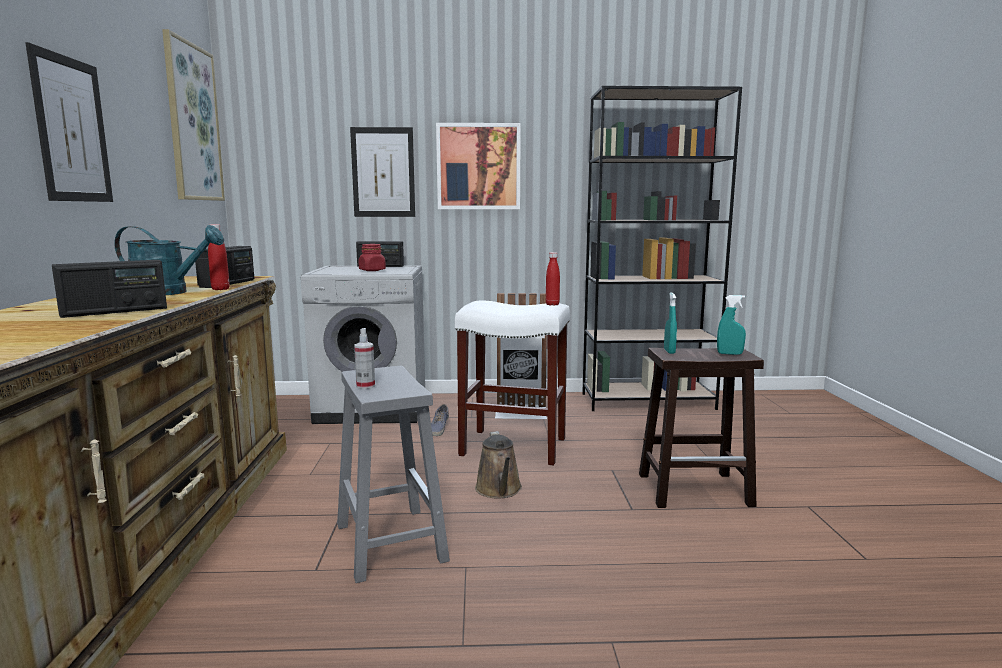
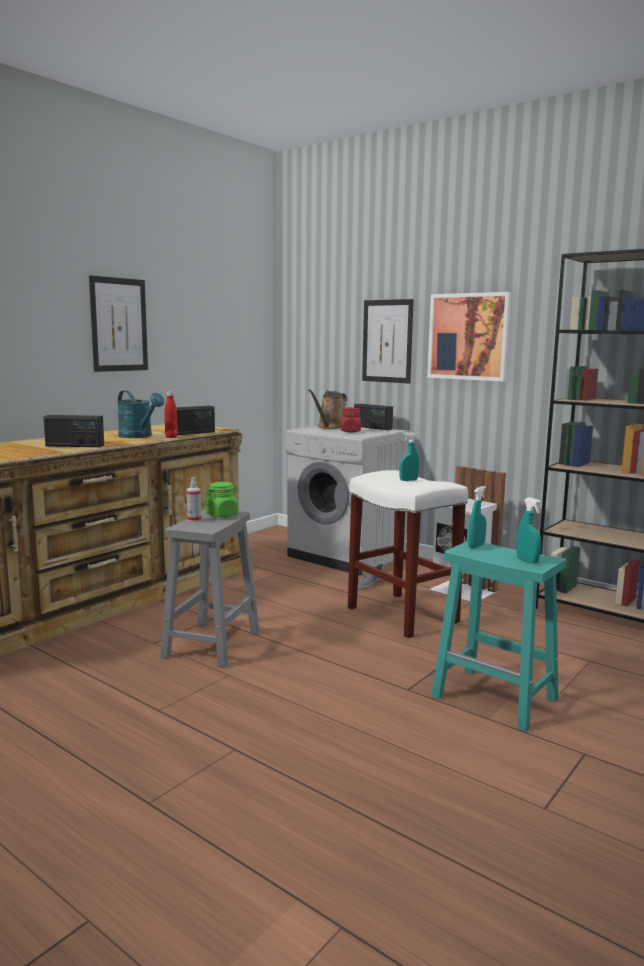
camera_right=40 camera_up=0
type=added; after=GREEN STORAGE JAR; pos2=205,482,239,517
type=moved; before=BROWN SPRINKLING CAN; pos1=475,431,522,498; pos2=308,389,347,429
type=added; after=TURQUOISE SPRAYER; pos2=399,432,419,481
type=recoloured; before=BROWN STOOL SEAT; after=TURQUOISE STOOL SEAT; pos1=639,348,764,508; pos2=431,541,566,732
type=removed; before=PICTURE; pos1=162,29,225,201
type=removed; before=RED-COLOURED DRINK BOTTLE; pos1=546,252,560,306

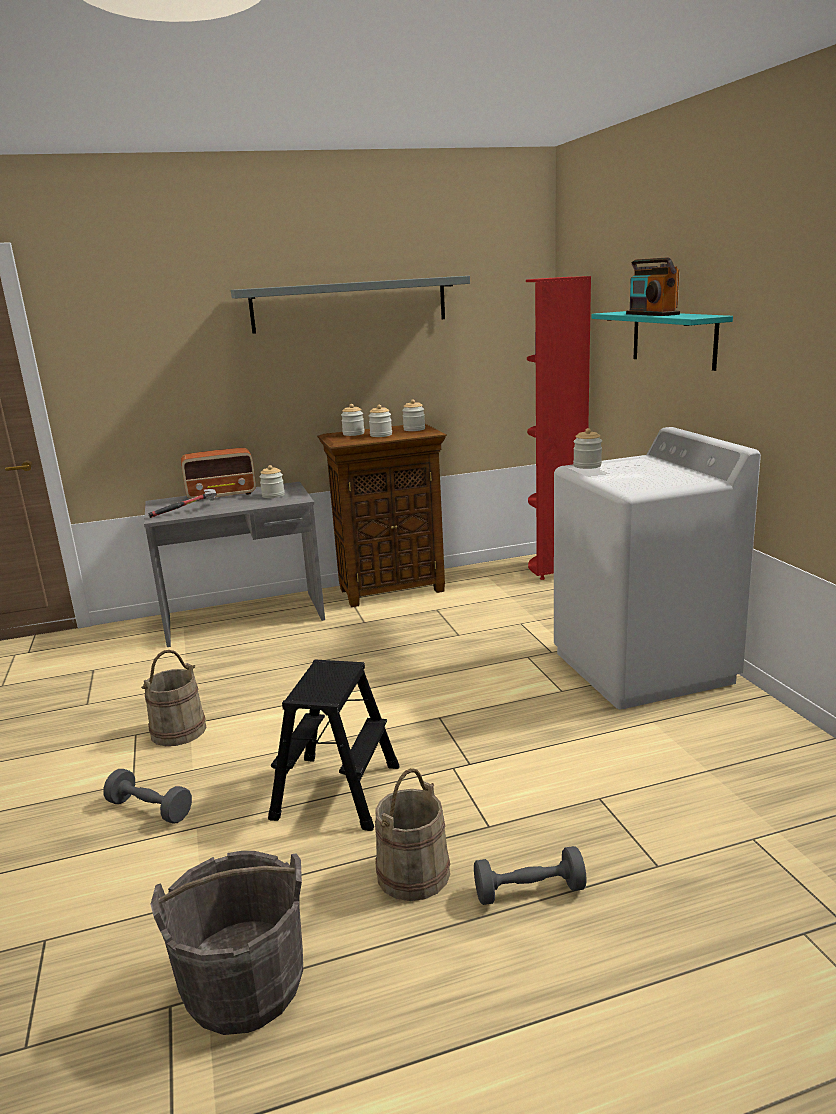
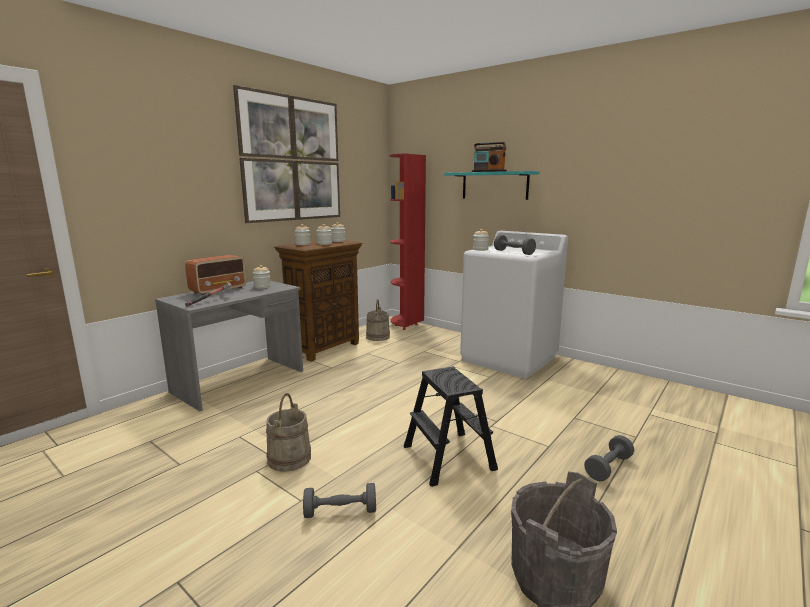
camera_right=-35 camera_up=-5
type=replaced; before=GREY WALL SHELF; after=PICTURE; pos1=231,276,470,334; pos2=233,85,340,223
type=moved; before=BEIGE-COLOURED BUCKET; pos1=375,768,450,901; pos2=366,299,390,341
type=added; after=GREY HAND WEIGHT; pos2=494,235,536,255

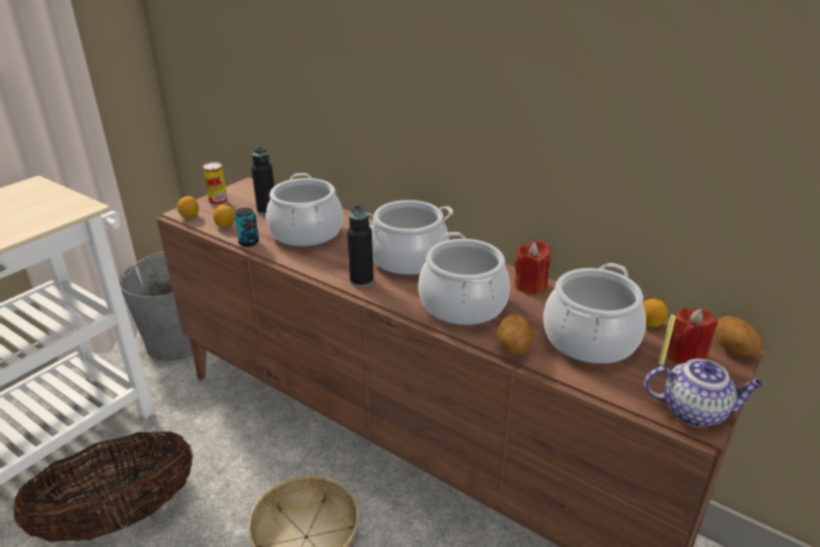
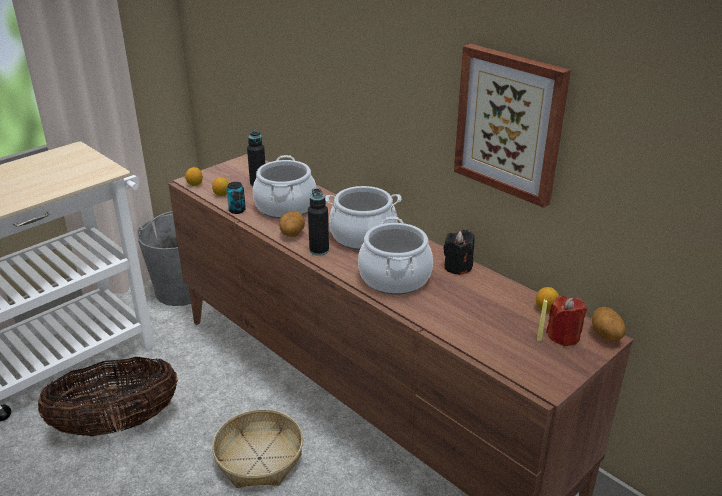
camera_right=10 camera_up=0
type=moved; before=POTATO; pos1=497,314,533,355; pos2=280,211,305,237
type=recoloured; before=RED-COLOURED WAX LIGHT; after=BLACK WAX LIGHT; pos1=515,240,551,295; pos2=444,230,474,275
type=added; after=PICTURE; pos2=454,44,571,208
type=removed; before=SEALED CAN; pos1=203,162,228,206
type=removed; before=SAUCEPOT; pos1=543,263,646,365
type=removed; before=TEA POT; pos1=644,359,764,427

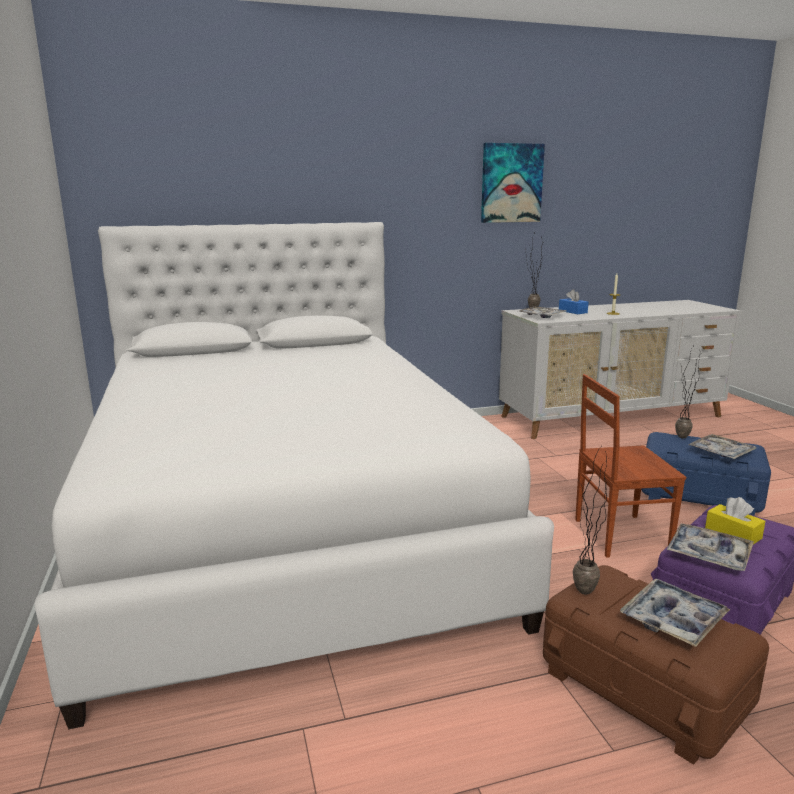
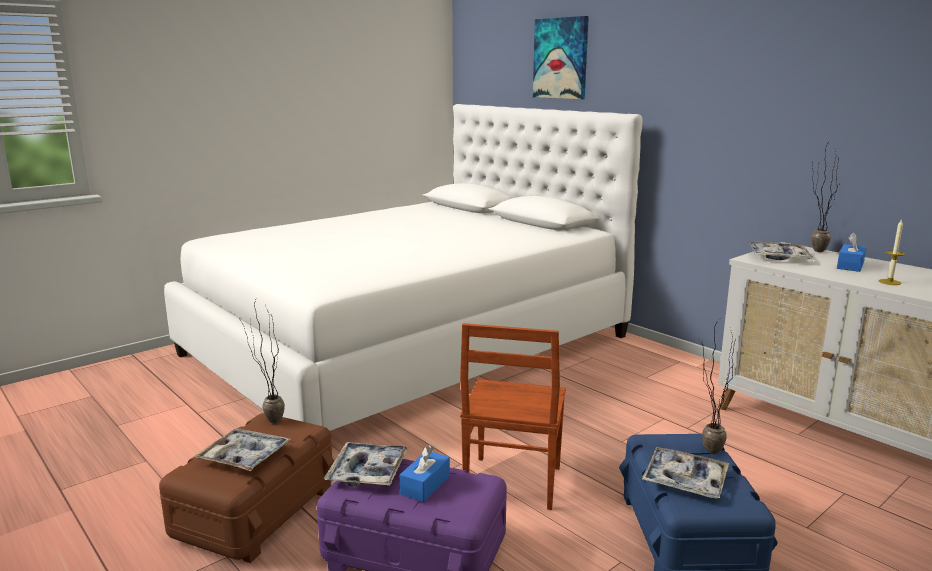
camera_right=65 camera_up=0
type=recoloured; before=YELLOW-COLOURED BOX OF TISSUES; after=BLUE BOX OF TISSUES; pos1=705,497,765,544; pos2=400,445,450,502
type=turned; before=BROWN PLAIN CHAIR; pos1=575,374,686,558; pos2=460,323,566,510; turn=-135
type=moved; before=PICTURE; pos1=481,143,545,223; pos2=533,16,589,99

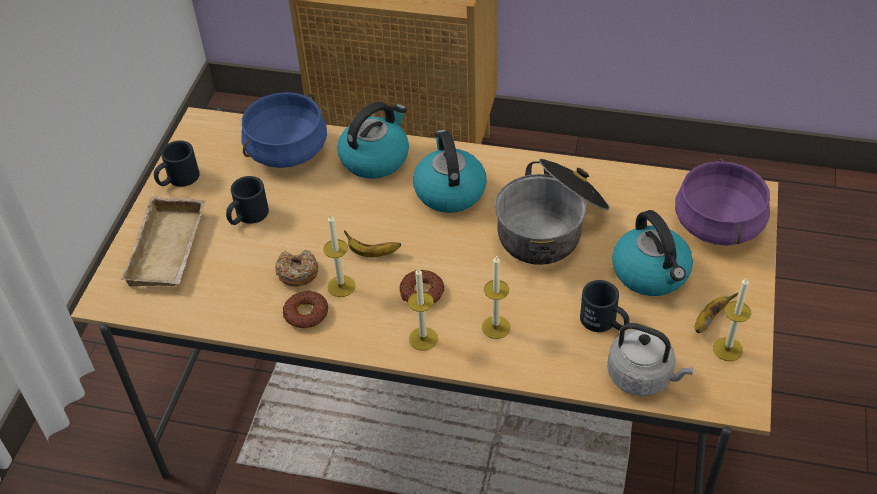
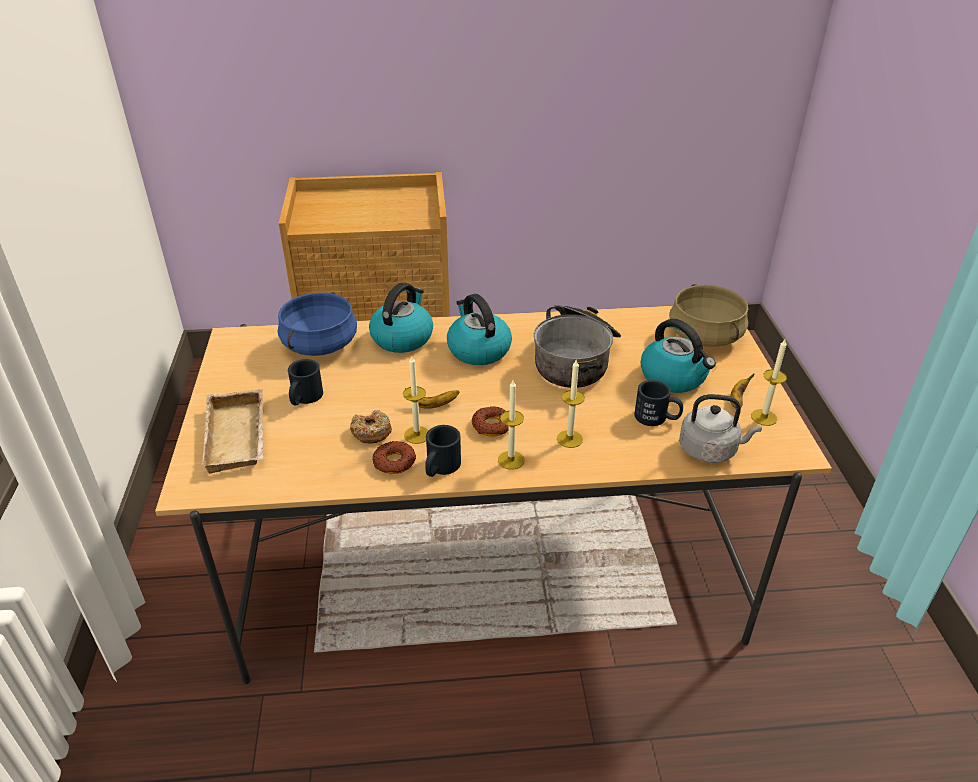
camera_right=-20 camera_up=-10
type=moved; before=BLACK MUG; pos1=154,140,200,187; pos2=425,425,461,477
type=recoloured; before=PURPLISH SAUCEPOT; after=BEIGE-COLOURED SAUCEPOT; pos1=675,158,770,245; pos2=669,284,748,347

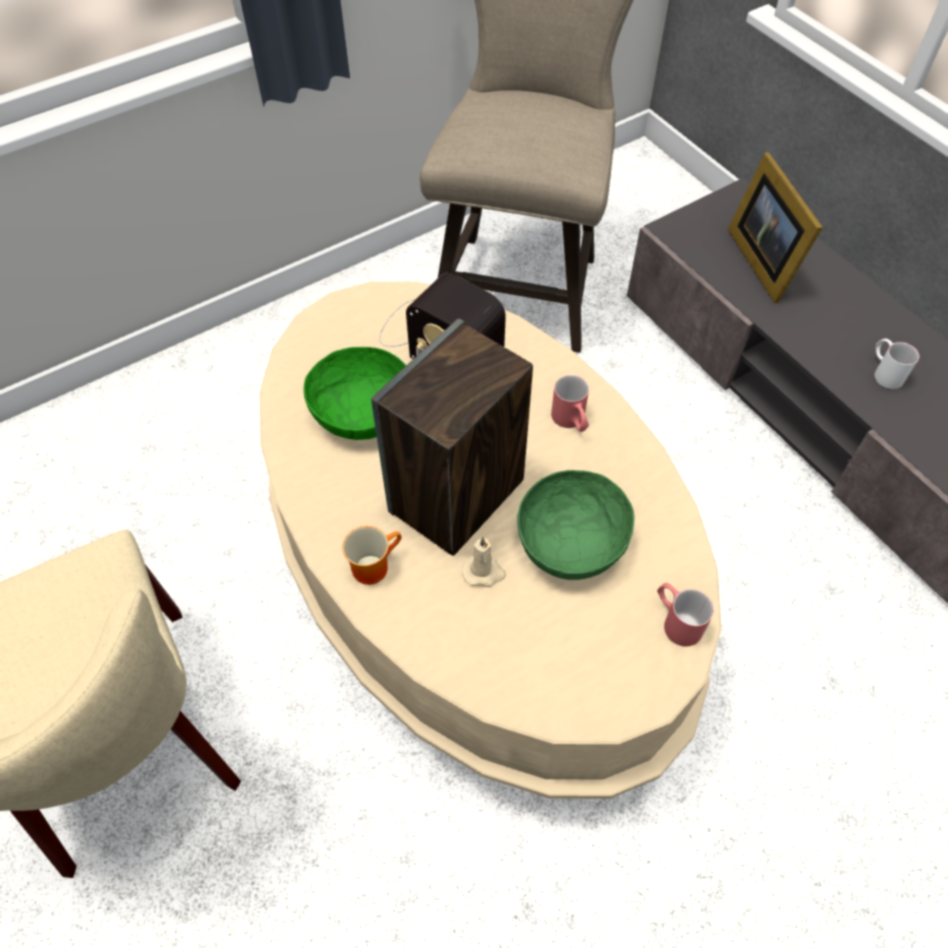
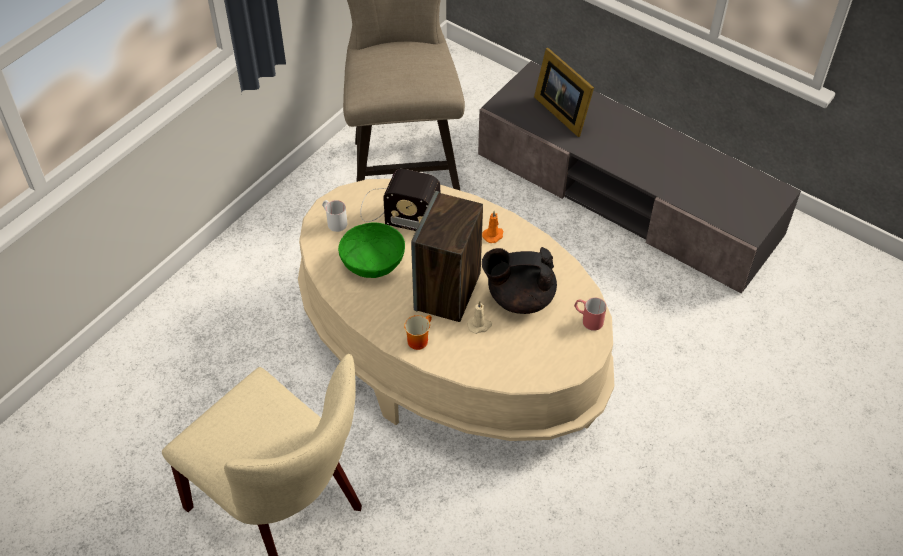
camera_right=-20 camera_up=-5
type=moved; before=WHITE-COLOURED MUG; pos1=874,339,919,389; pos2=322,200,347,232
type=replaced; before=RED-COLOURED MUG; after=ORANGE-COLOURED WAX LIGHT; pos1=551,375,589,432; pos2=482,211,503,243
type=replaced; before=GREEN SERVING BOWL; after=BLACK TEA POT; pos1=517,470,635,580; pos2=482,247,557,314

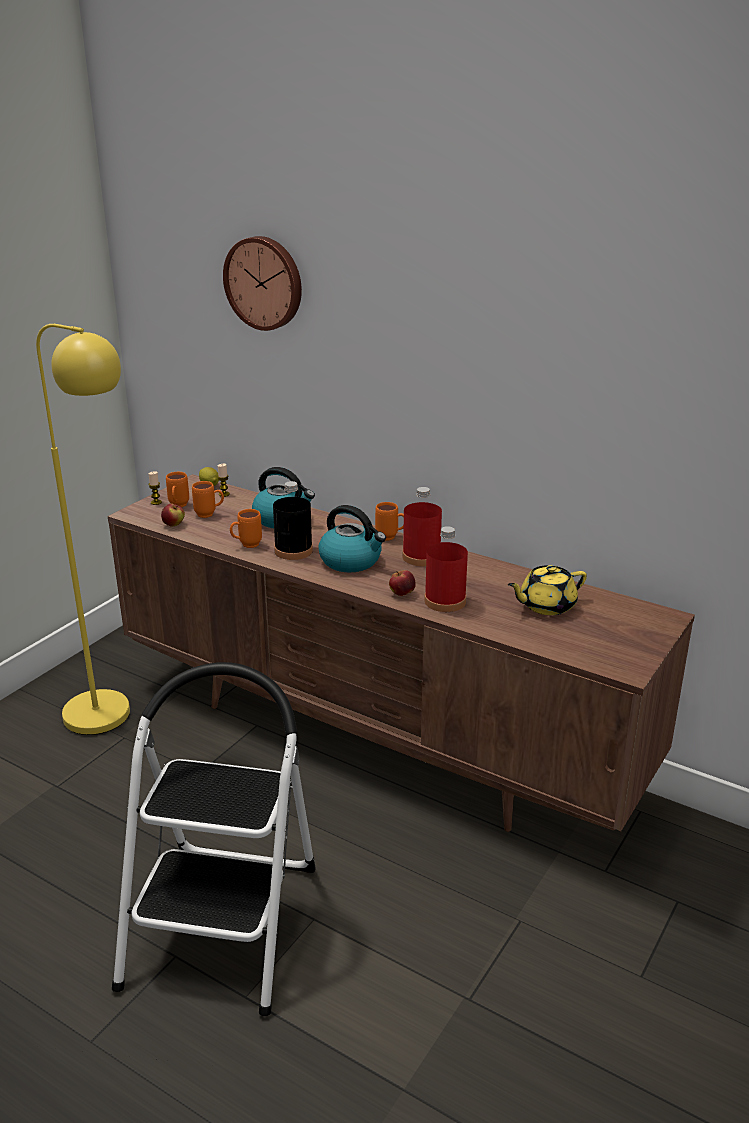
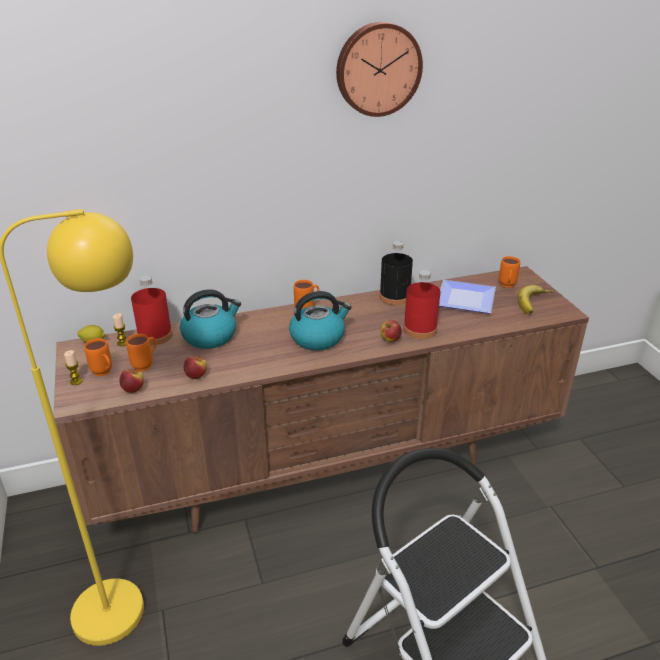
camera_right=-50 camera_up=5
type=moved; before=RED-COLOURED DRINK BOTTLE; pos1=402,487,442,566; pos2=131,276,173,345
type=added; after=APPLE; pos2=184,356,207,379
type=moved; before=HANGING CLOCK; pos1=223,236,302,331; pos2=336,22,423,117
type=moved; before=BLACK DRINK BOTTLE; pos1=273,481,313,560; pos2=380,241,413,305
type=replaced; before=YELLOW-COLOURED TEA POT; after=DINNER PLATE; pos1=508,565,587,615; pos2=439,280,496,314
type=moved; before=ORANGE-COLOURED MUG; pos1=230,509,262,548; pos2=499,256,520,288
type=added; after=BANANA; pos2=518,285,555,314

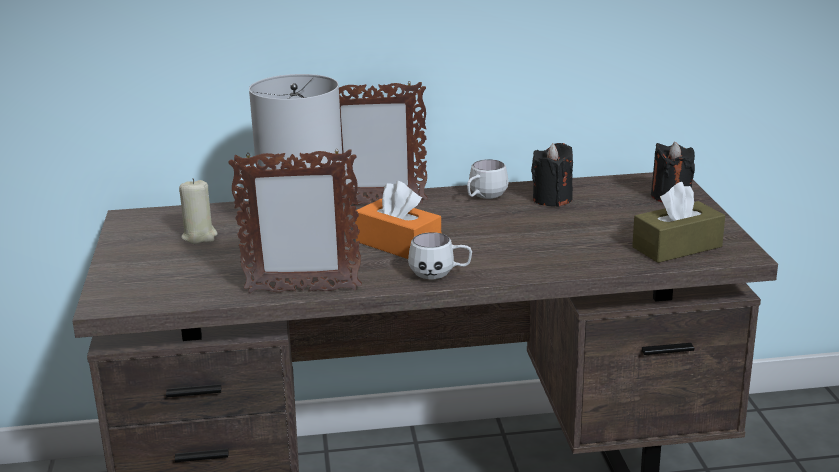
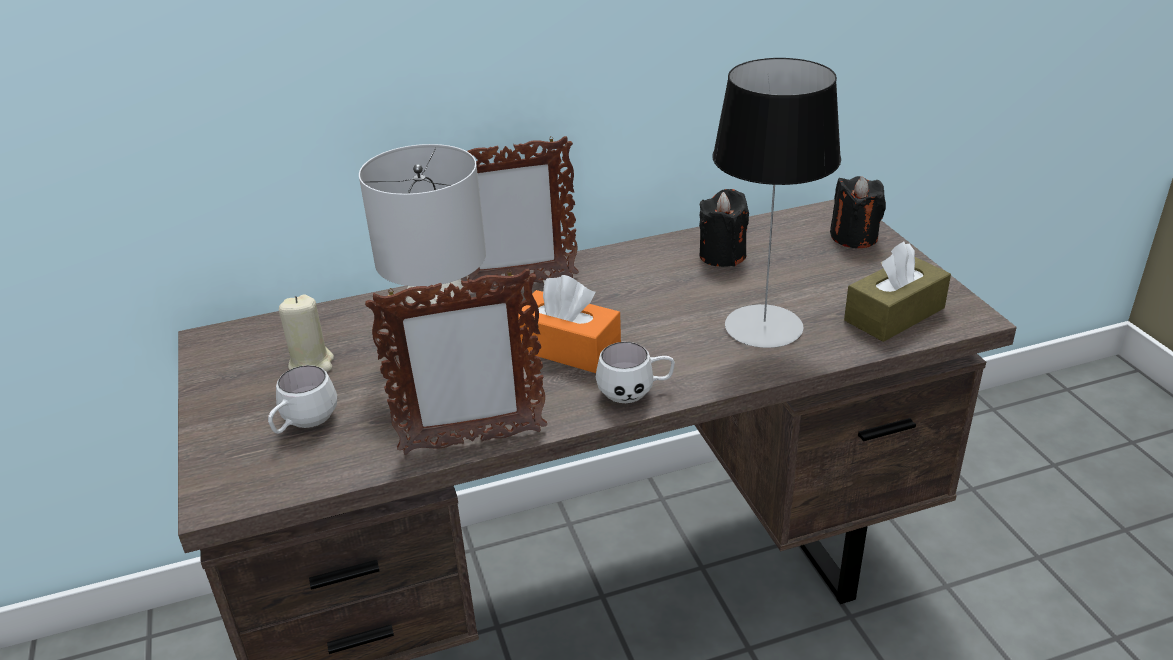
camera_right=-10 camera_up=10
type=moved; before=WHITE-COLOURED MUG; pos1=467,159,509,199; pos2=268,365,337,434
type=added; after=TABLETOP LAMP; pos2=713,58,841,348

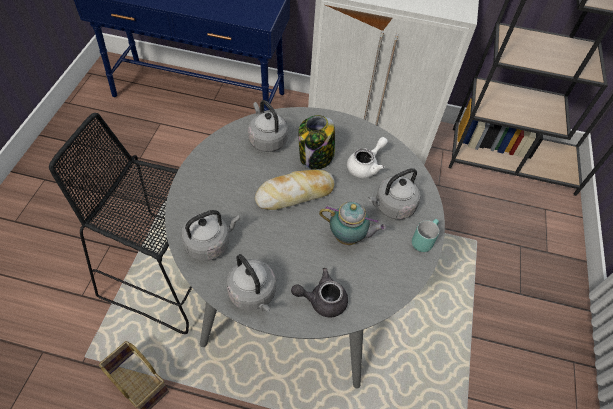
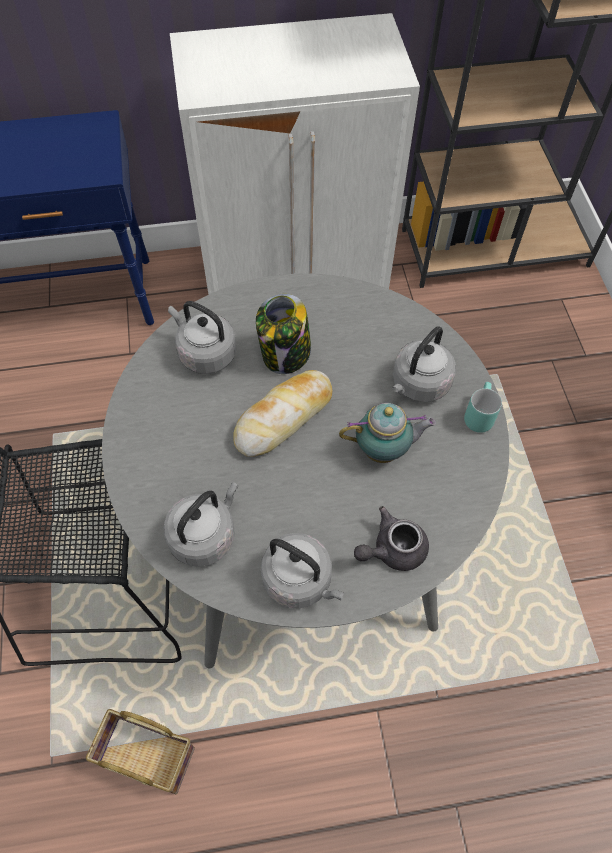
camera_right=-20 camera_up=5
type=removed; before=WHITE-COLOURED TEA POT; pos1=347,137,388,178

